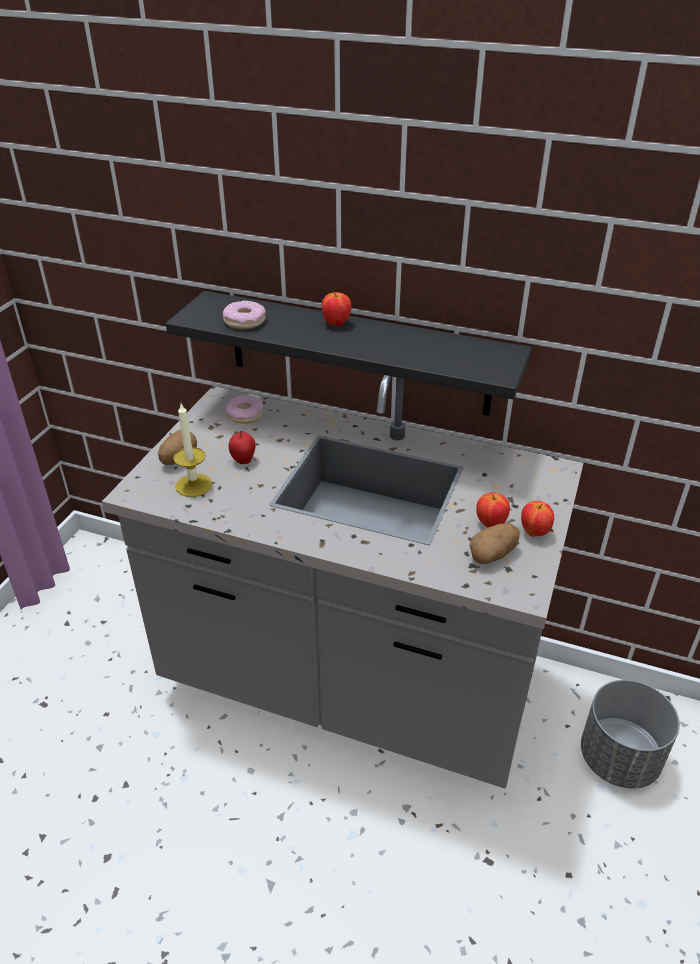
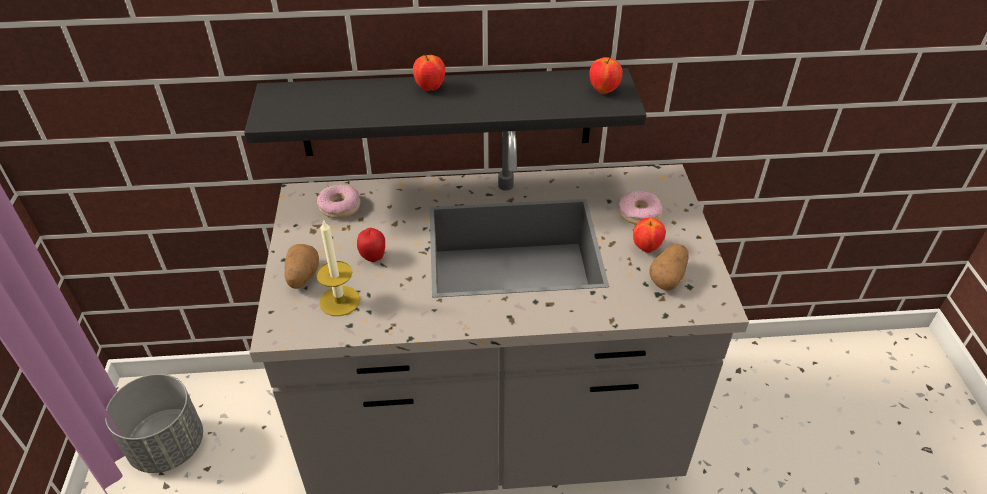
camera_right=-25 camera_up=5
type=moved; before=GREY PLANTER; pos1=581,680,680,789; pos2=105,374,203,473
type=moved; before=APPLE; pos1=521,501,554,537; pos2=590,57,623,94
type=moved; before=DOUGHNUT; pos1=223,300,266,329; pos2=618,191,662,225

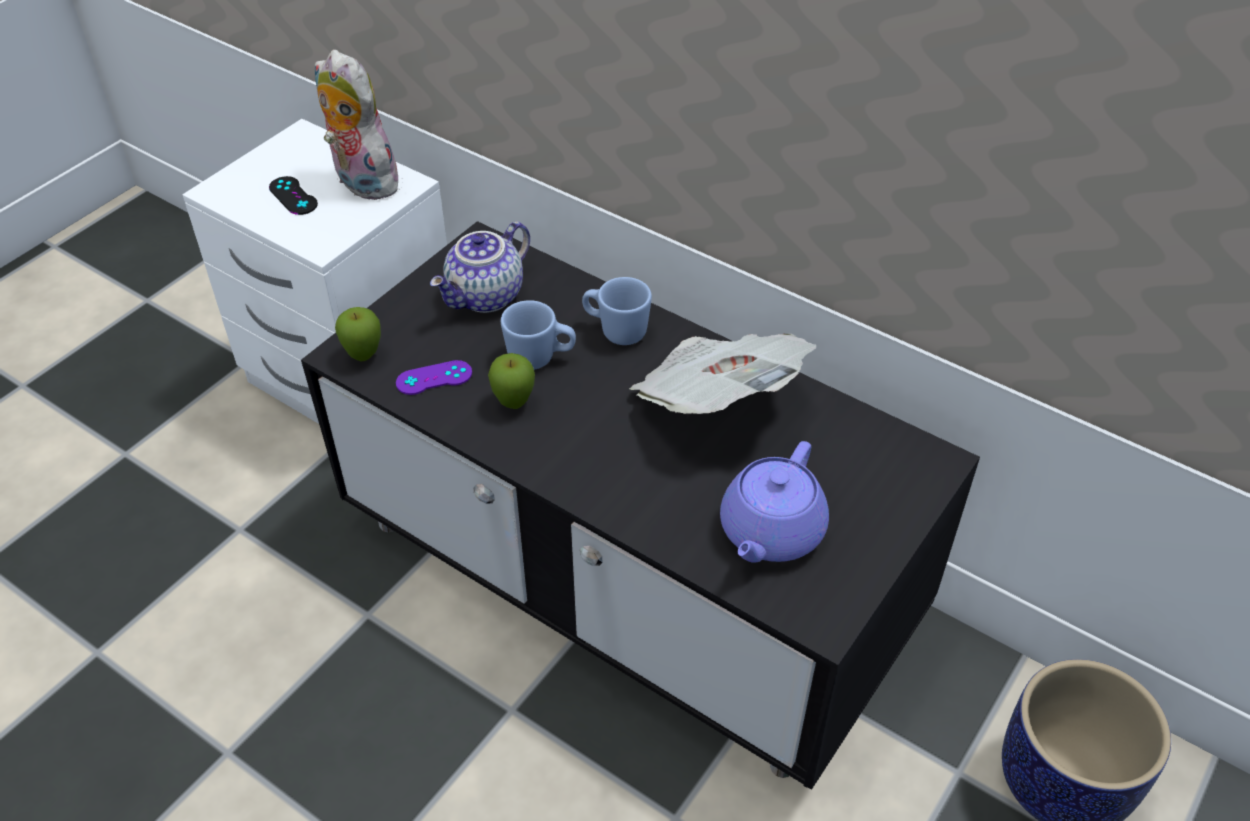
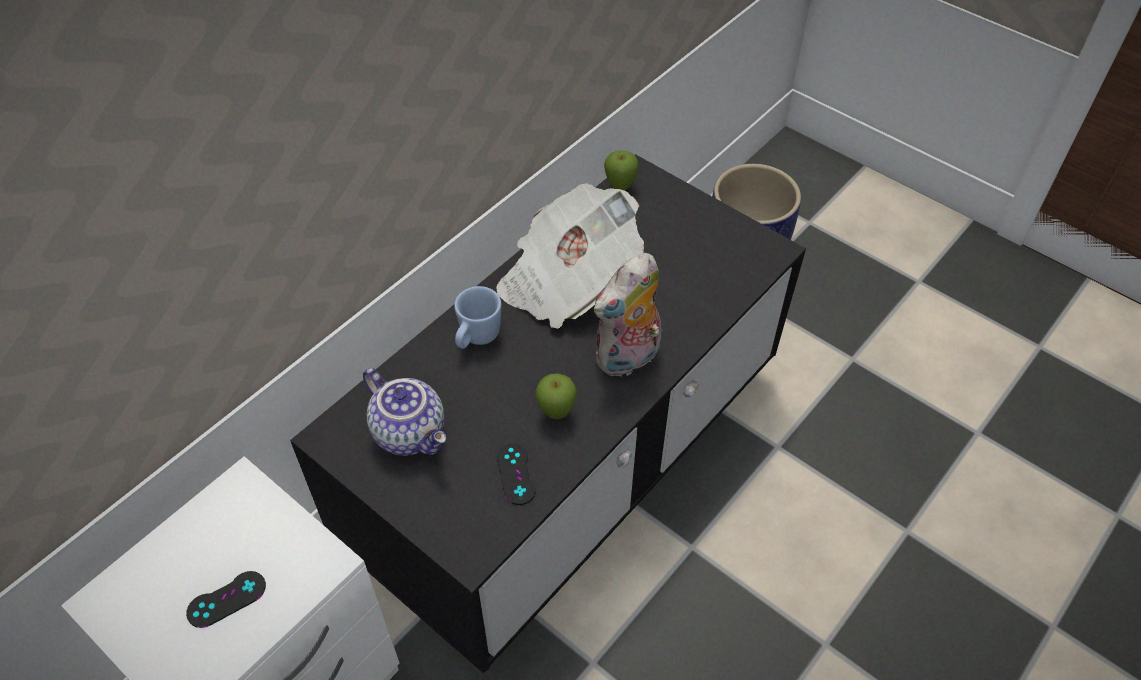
camera_right=-85 camera_up=5
type=recoloured; before=PURPLISH GAMEPAD; after=BLACK GAMEPAD; pos1=396,360,472,395; pos2=497,443,536,505
type=moved; before=SOFT TOY; pos1=315,50,406,200; pos2=594,253,661,376
type=moved; before=APPLE; pos1=335,307,381,361; pos2=604,150,639,190
type=removed; before=BLUE MUG; pos1=501,300,576,370
type=removed; before=PURPLISH TEA POT; pos1=720,441,829,563

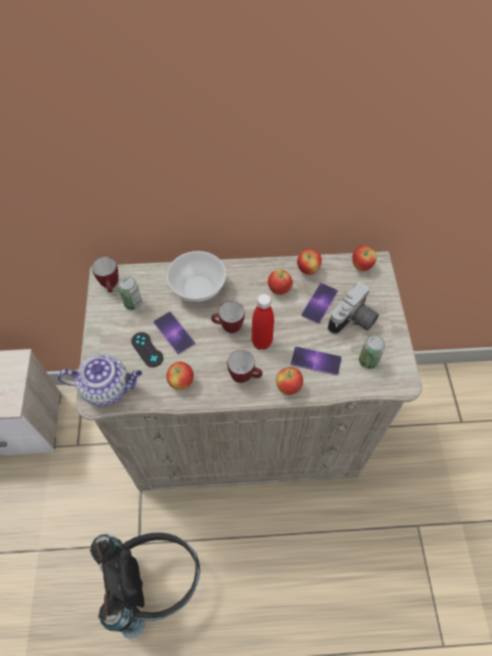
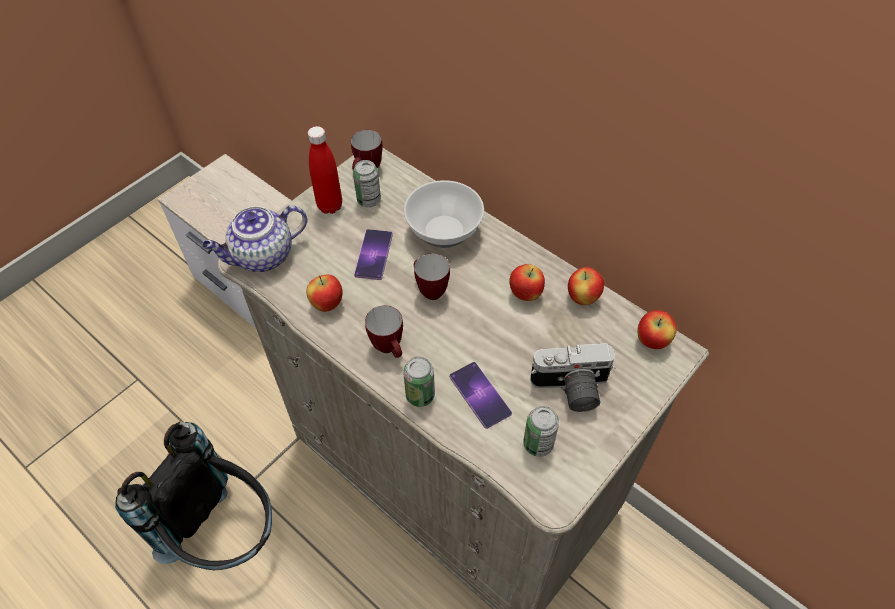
camera_right=45 camera_up=-5
type=turned; before=TEA POT; pos1=57,354,142,407; pos2=202,205,307,272; turn=105
type=moved; before=RED-COLOURED DRINK BOTTLE; pos1=252,293,274,350; pos2=308,126,342,214
type=replaced; before=APPLE; after=SEALED CAN; pos1=276,367,303,395; pos2=403,357,435,407
type=removed; before=BLACK GAMEPAD; pos1=131,332,163,367
type=removed; before=HANDSET; pos1=301,283,338,324

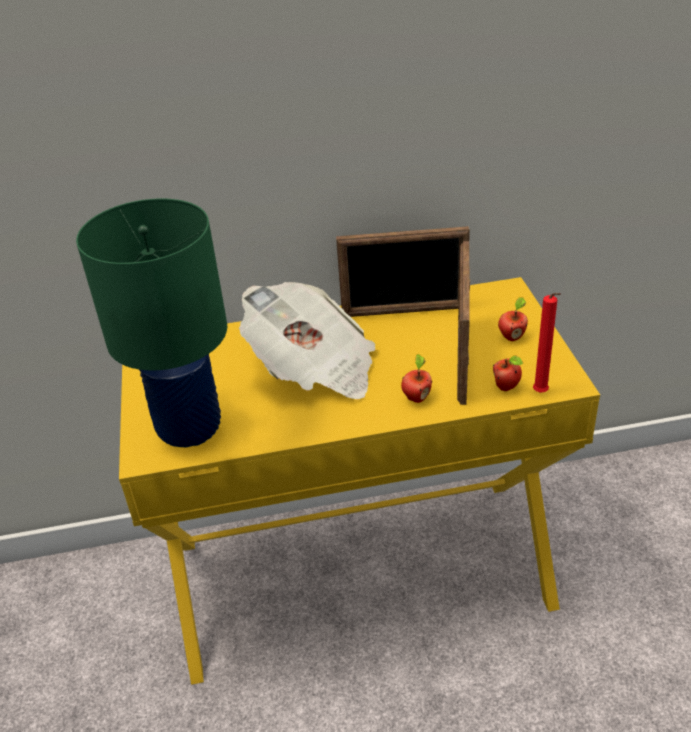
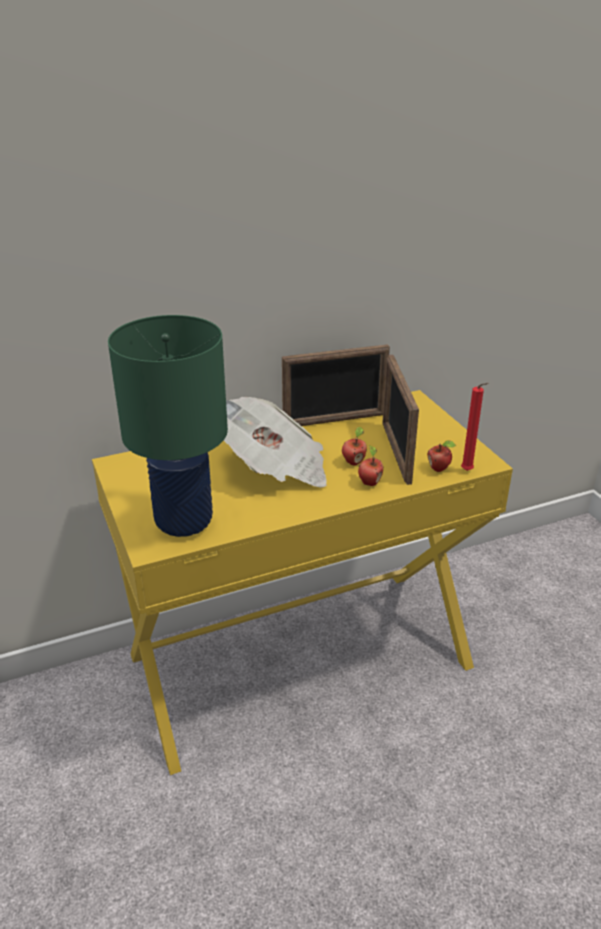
camera_right=-15 camera_up=-5
type=moved; before=APPLE; pos1=498,297,528,341; pos2=342,426,367,465

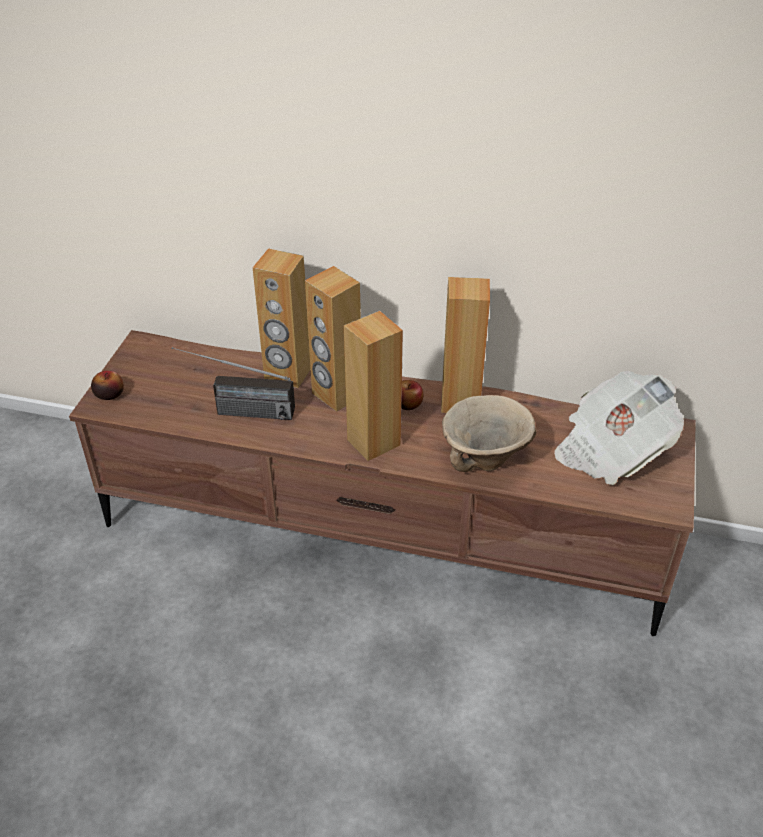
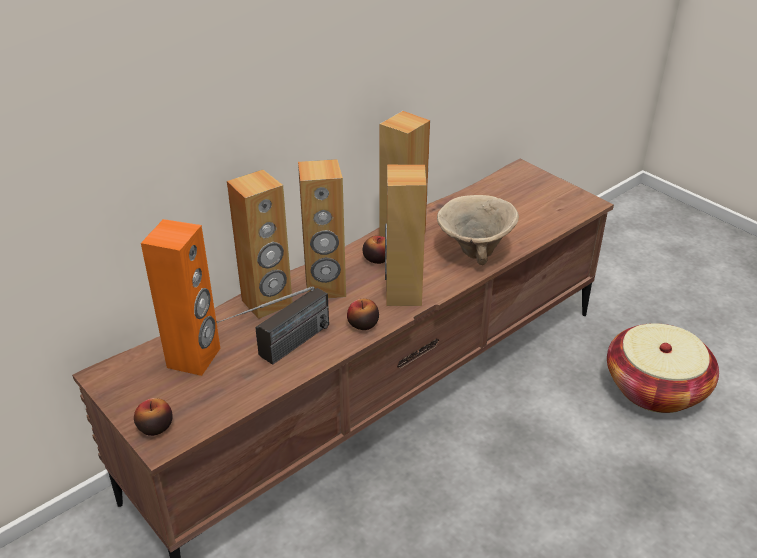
camera_right=-55 camera_up=-5
type=added; after=ORANGE-COLOURED SPEAKER; pos2=141,219,221,376
type=added; after=APPLE; pos2=347,299,379,330
type=added; after=BASKET; pos2=607,323,719,413
type=removed; before=PRINTED PAPER; pos1=554,371,684,485

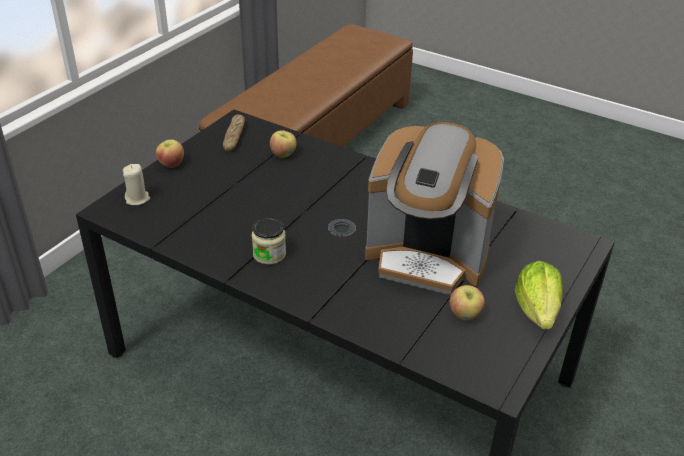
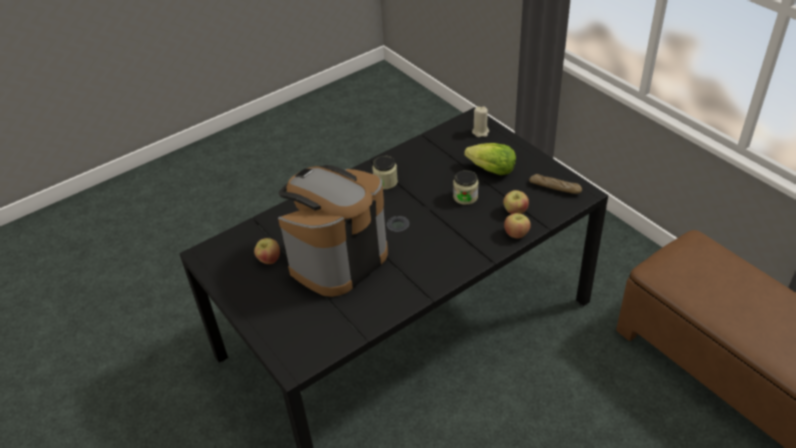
camera_right=115 camera_up=5
type=added; after=STORAGE JAR; pos2=453,170,478,205
type=moved; before=LETTUCE HEAD; pos1=515,261,563,330; pos2=464,143,516,175
type=moved; before=APPLE; pos1=156,140,184,168; pos2=504,213,531,238

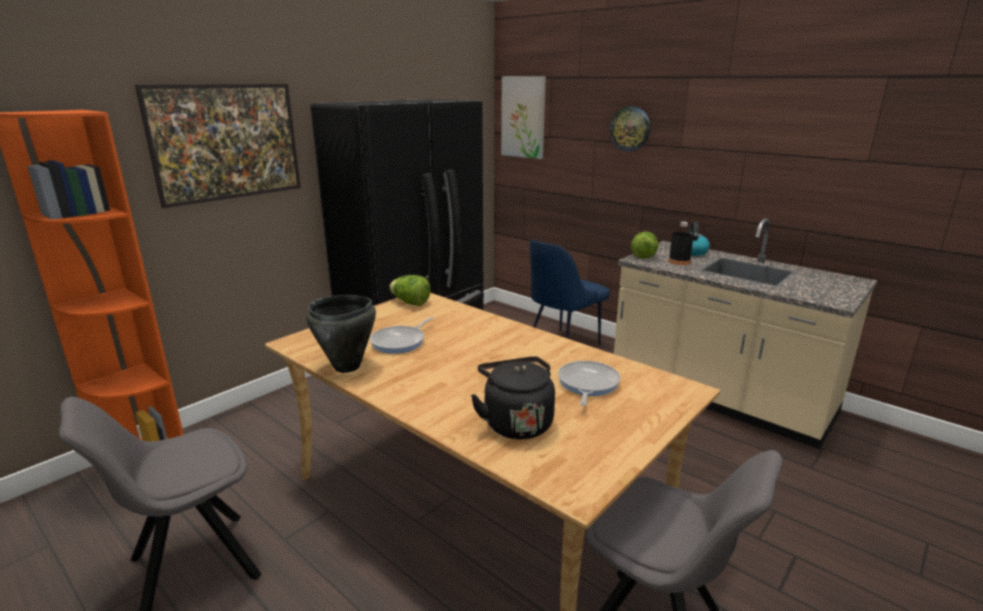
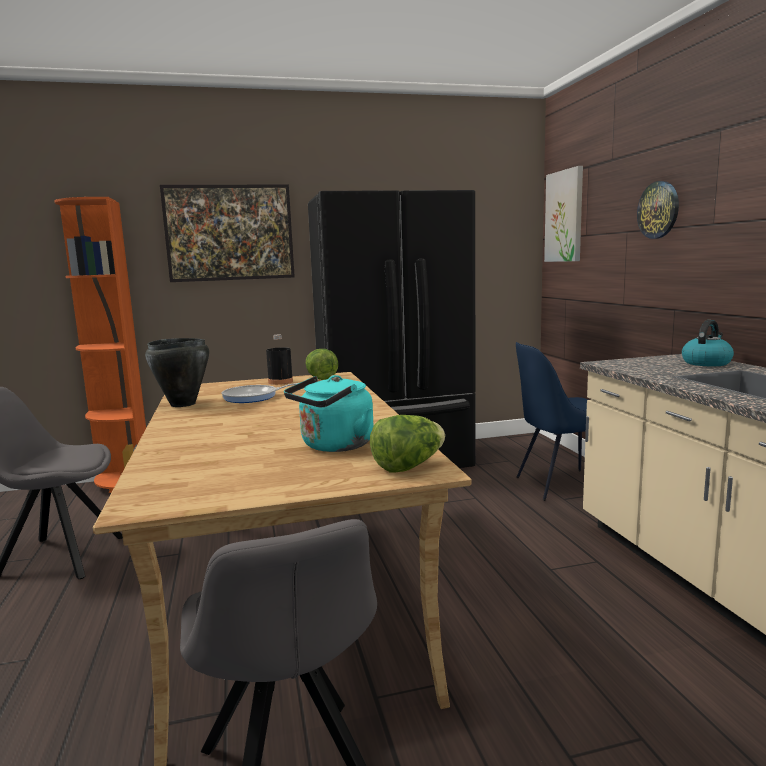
camera_right=35 camera_up=-10
type=moved; before=BLACK DRINK BOTTLE; pos1=669,222,694,265; pos2=266,335,293,385
type=replaced; before=FRYING PAN; after=TURQUOISE KETTLE; pos1=558,361,621,406; pos2=284,375,374,452
type=moved; before=LETTUCE HEAD; pos1=631,231,659,259; pos2=370,415,445,472
type=removed; before=BLACK KETTLE; pos1=471,356,555,440

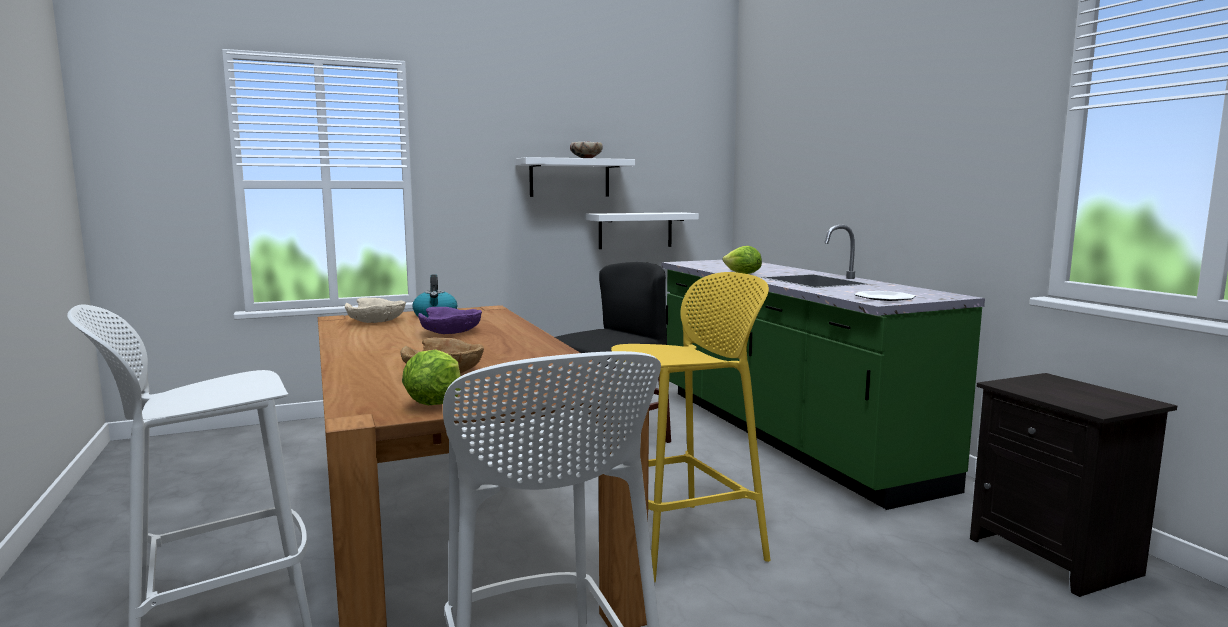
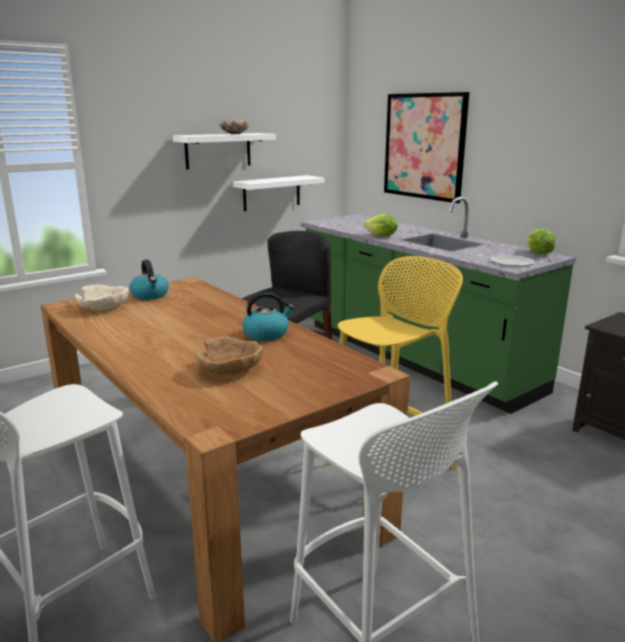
camera_right=-15 camera_up=10
type=added; after=KETTLE; pos2=243,292,295,341
type=added; after=PICTURE; pos2=384,92,469,203
type=moved; before=LETTUCE HEAD; pos1=402,350,461,405; pos2=527,228,555,254
type=removed; before=PURPLISH SERVING BOWL; pos1=418,307,482,334

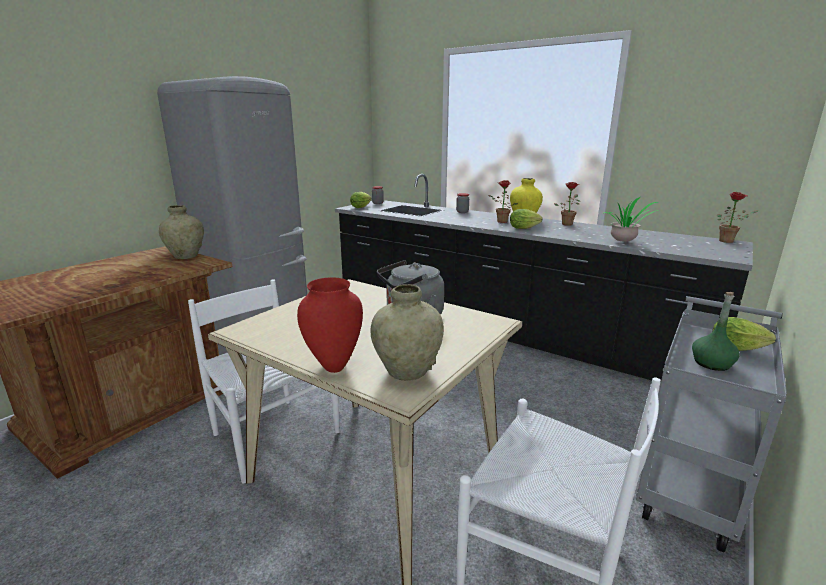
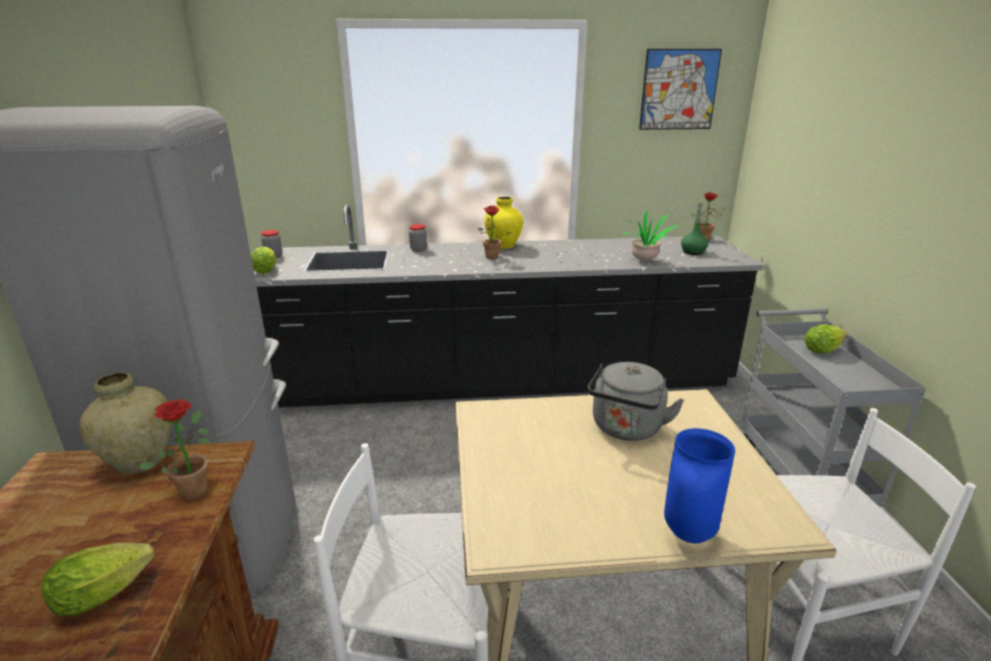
camera_right=-40 camera_up=5
type=moved; before=LETTUCE HEAD; pos1=510,209,542,229; pos2=41,543,154,616
type=moved; before=PLANT IN A POT; pos1=554,182,580,226; pos2=138,399,210,501
type=added; after=PICTURE; pos2=639,49,722,130
type=recoloured; before=RED-COLOURED FLOWER VASE; after=BLUE FLOWER VASE; pos1=297,277,363,373; pos2=664,428,735,544
type=moved; before=GREEN DRINK BOTTLE; pos1=692,292,740,371; pos2=681,202,708,255
type=removed; before=BEIGE-COLOURED FLOWER VASE; pos1=371,284,444,381

